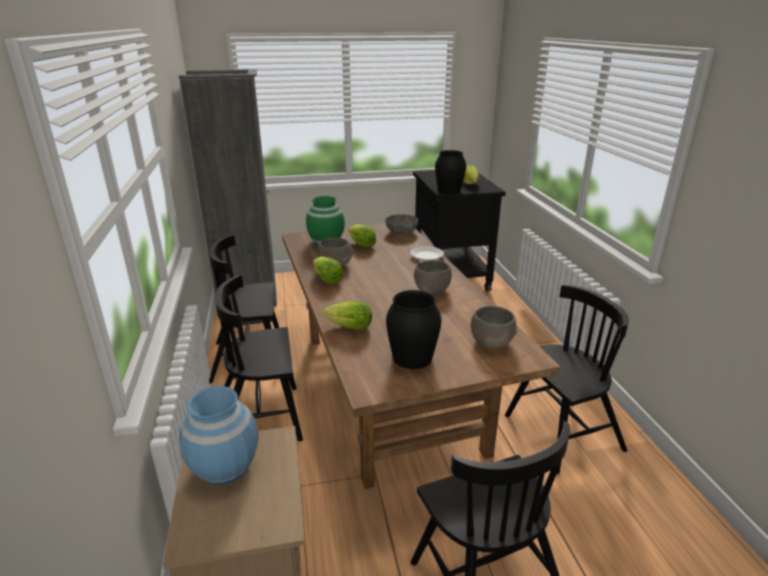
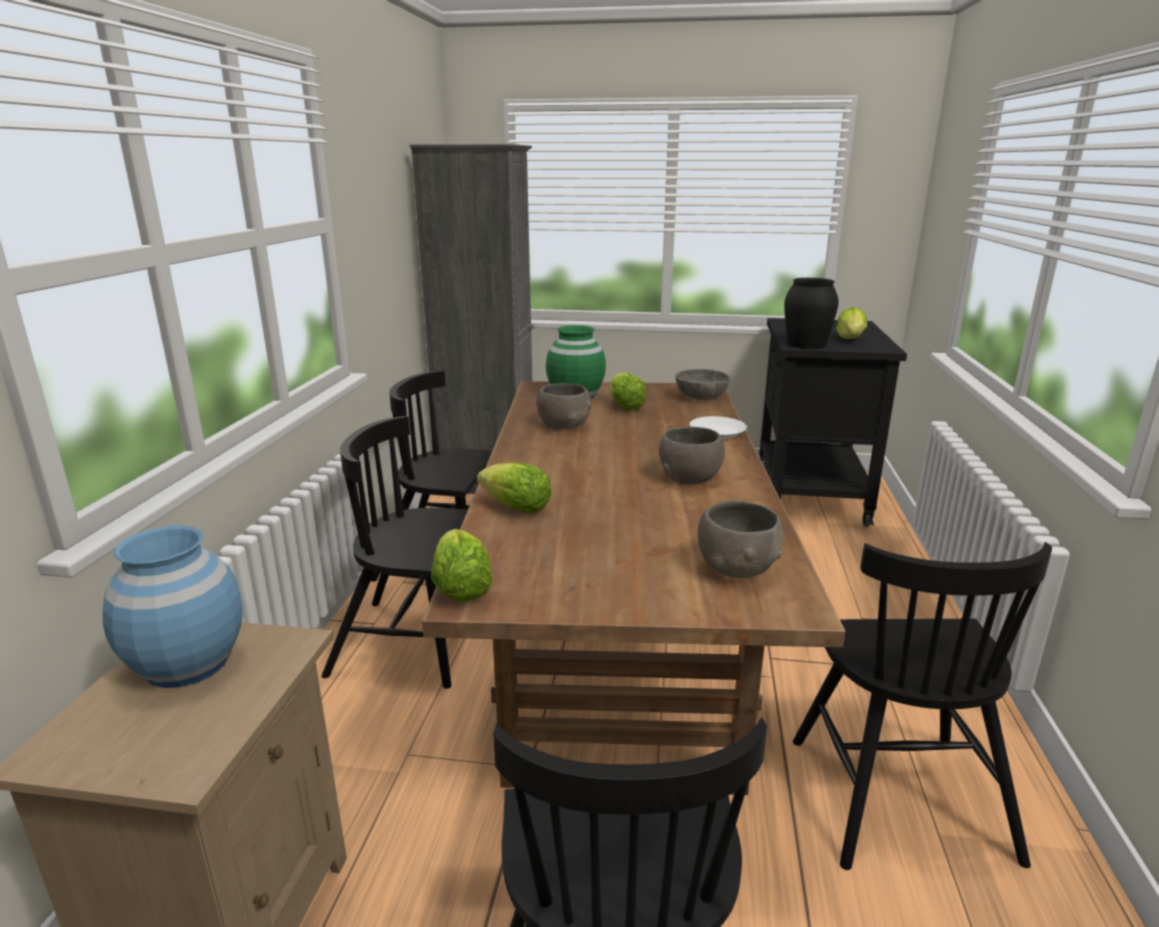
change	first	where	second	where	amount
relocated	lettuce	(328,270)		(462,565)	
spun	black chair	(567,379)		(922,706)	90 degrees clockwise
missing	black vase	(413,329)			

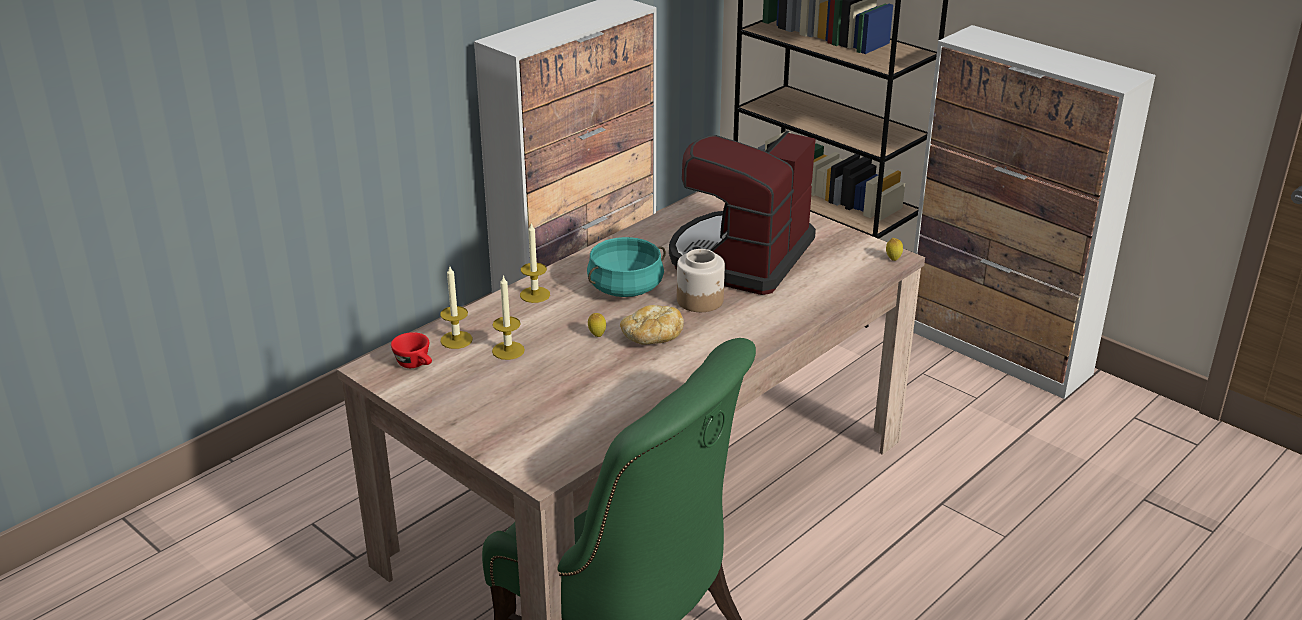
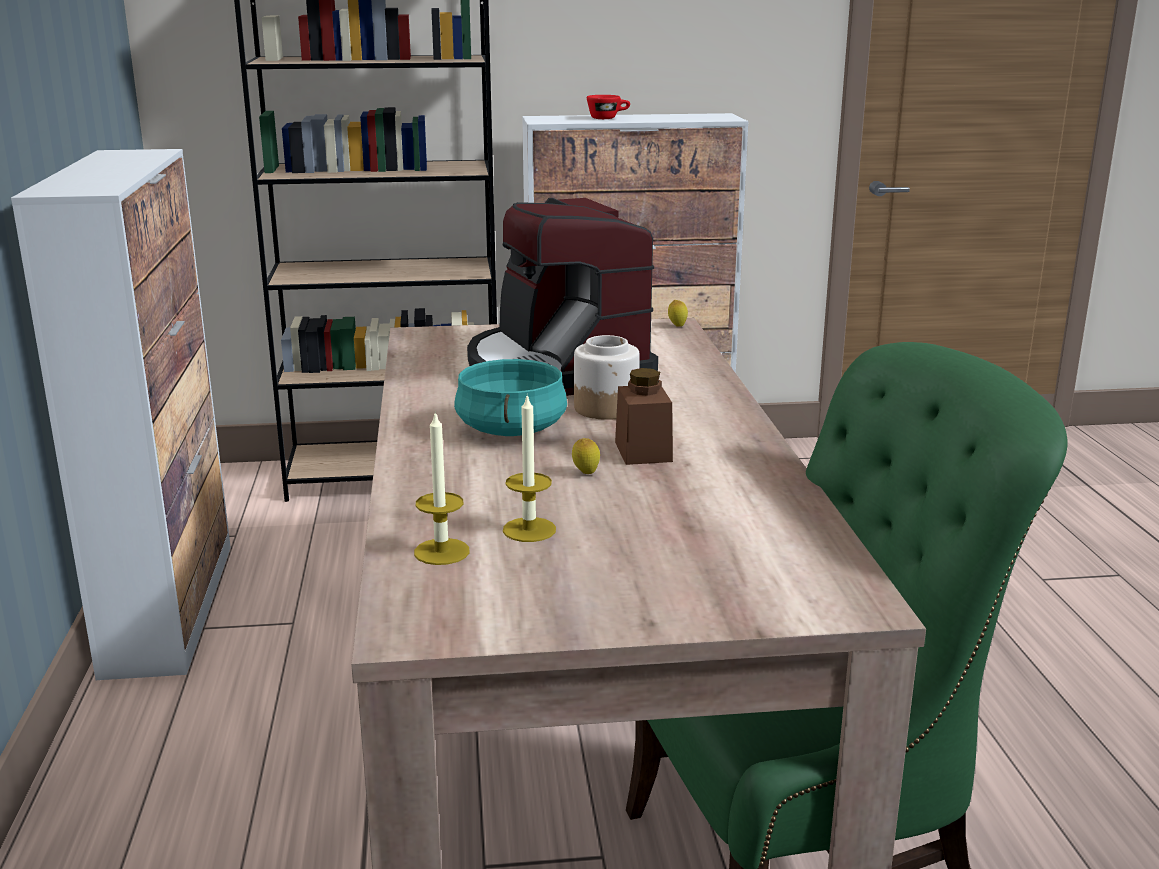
change	first	where	second	where	amount
relocated	red cup	(411,350)		(608,107)	
exchanged	bread	(652,325)	brown jar	(644,416)	
missing	candle	(535,263)			

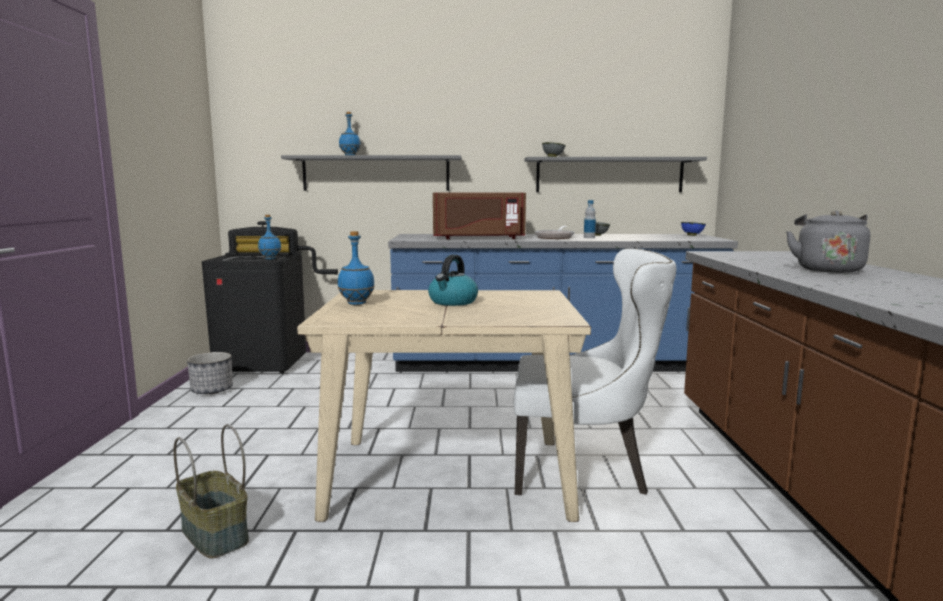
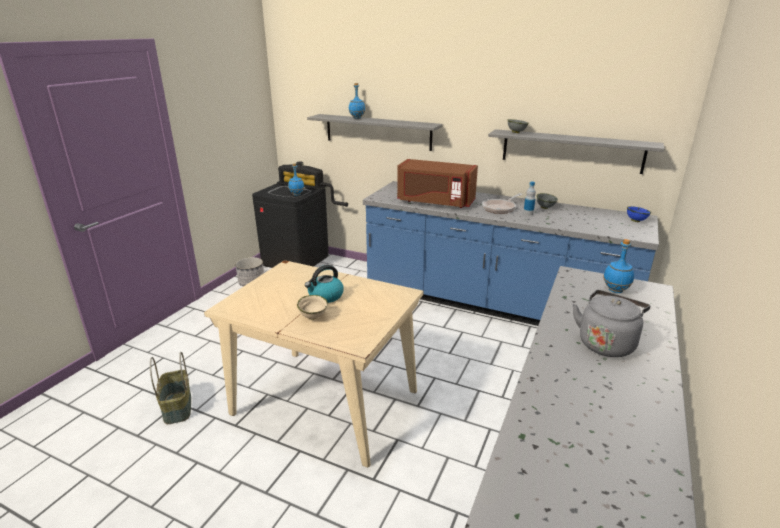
change	first	where	second	where	amount
appeared			beige bowl	(312,307)	
relocated	blue bottle	(356,268)		(618,266)	
missing	white chair	(595,371)			

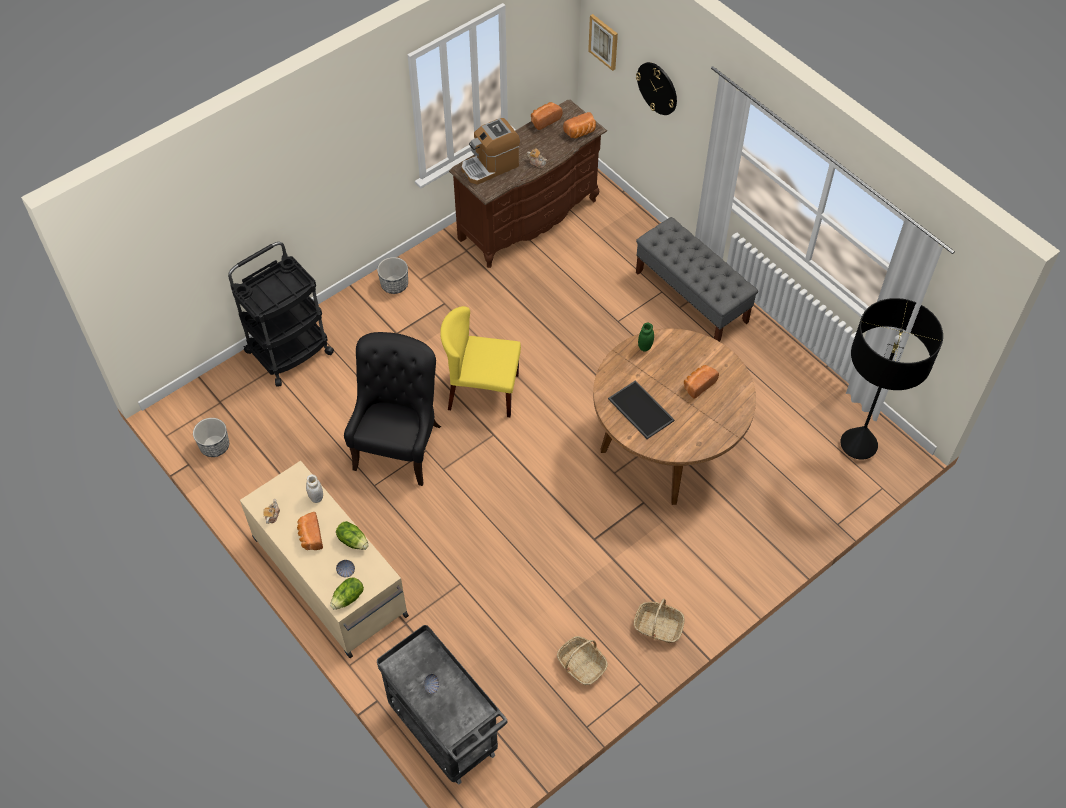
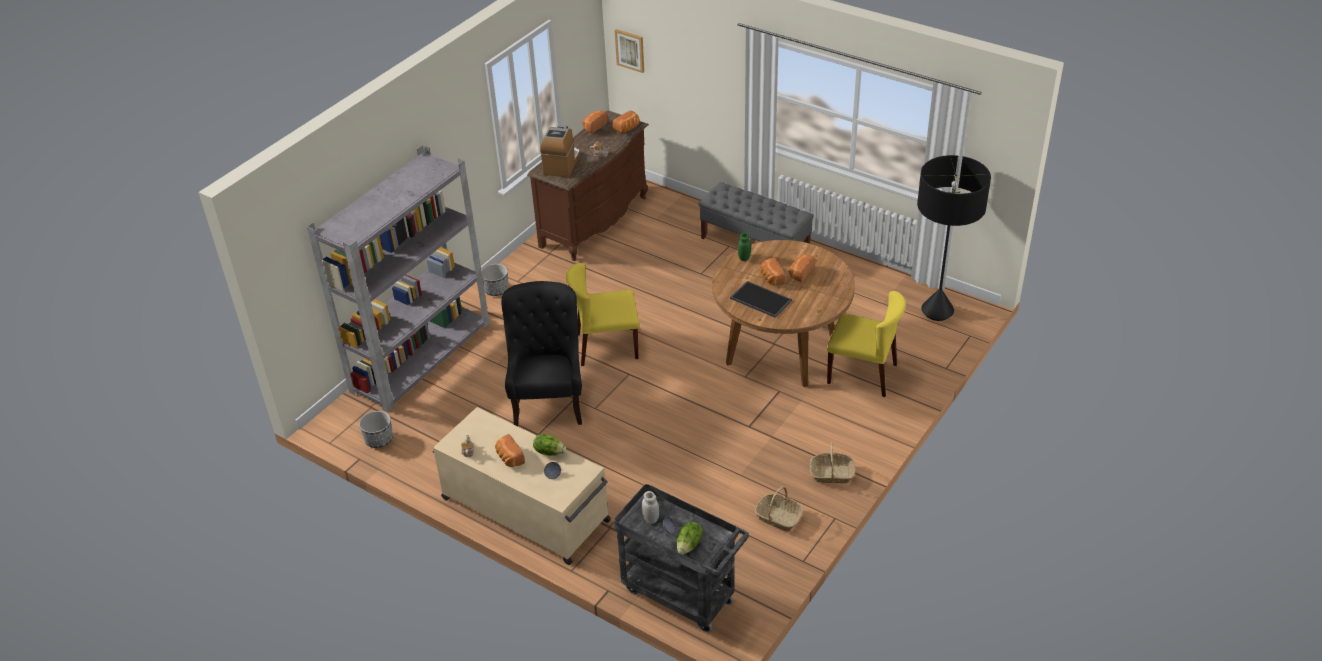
change	first	where	second	where	amount
exchanged	black cart	(281,314)	grey bookcase	(398,278)	
spun	coffee machine	(490,151)		(560,151)	150 degrees clockwise
relocated	white jar	(314,488)		(650,507)	
relocated	lettuce	(347,593)		(690,538)	
appeared			bread	(772,271)	
appeared			yellow chair	(866,344)	
missing	wall clock	(656,88)			

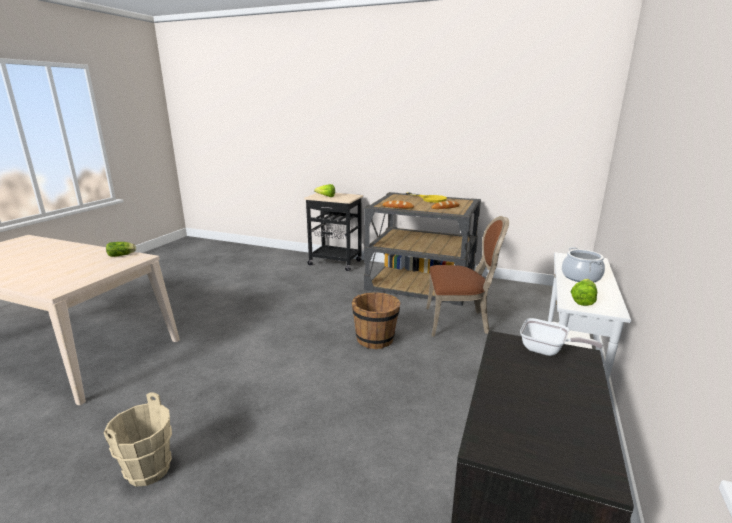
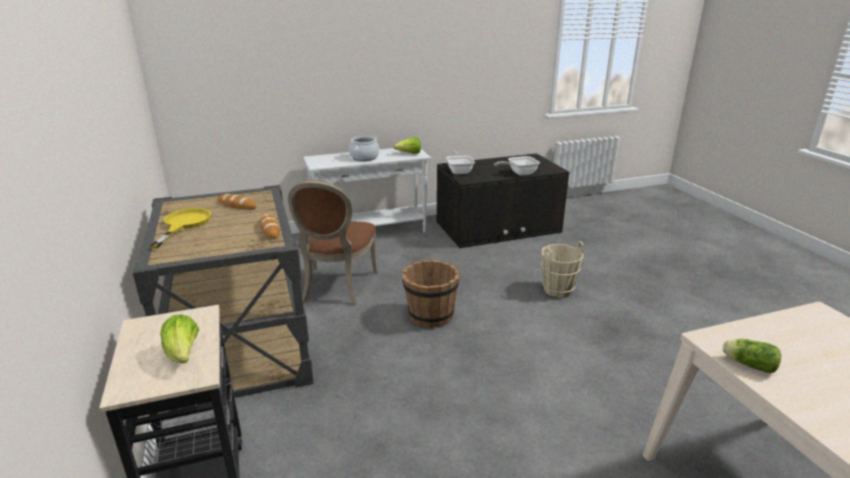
change	first	where	second	where	amount
spun	brown chair	(467,276)		(333,242)	135 degrees counterclockwise
appeared			frying pan	(517,166)	
relocated	beige bucket	(138,439)		(562,269)	

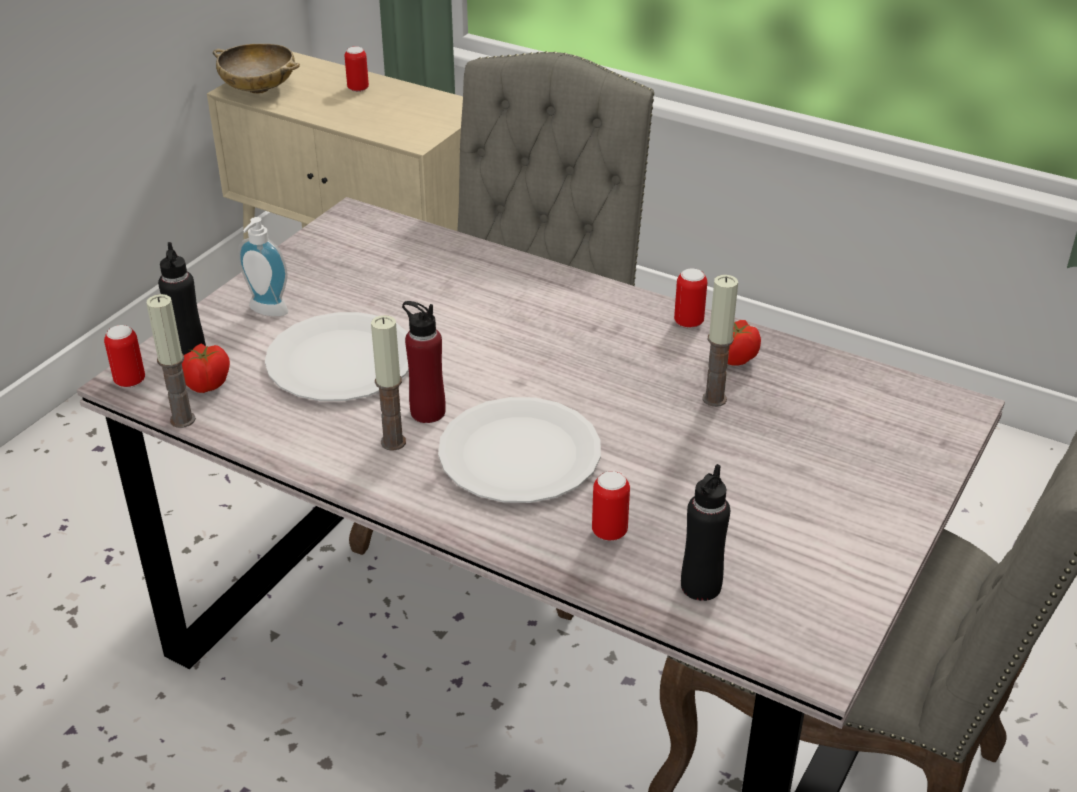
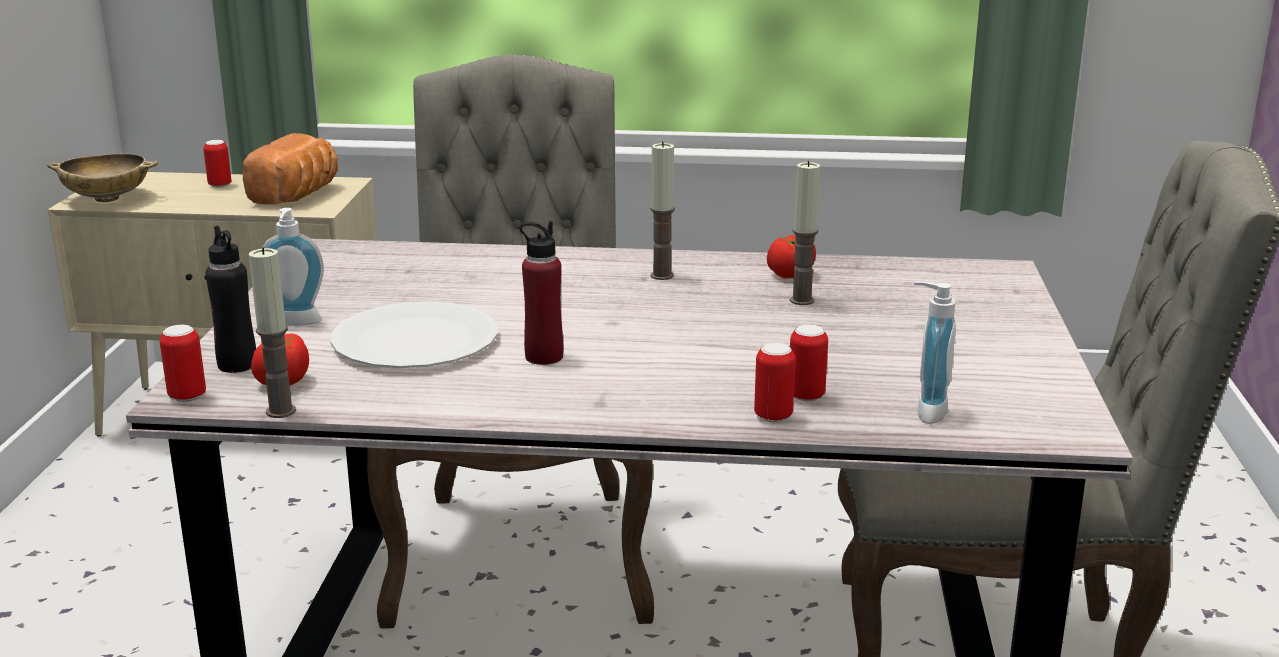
change	first	where	second	where	amount
appeared			bread	(290,168)	
relocated	candle	(388,383)		(662,210)	
relocated	can	(690,298)		(775,382)	
exchanged	black bottle	(705,532)	soap dispenser	(935,353)	
missing	white plate	(519,450)			

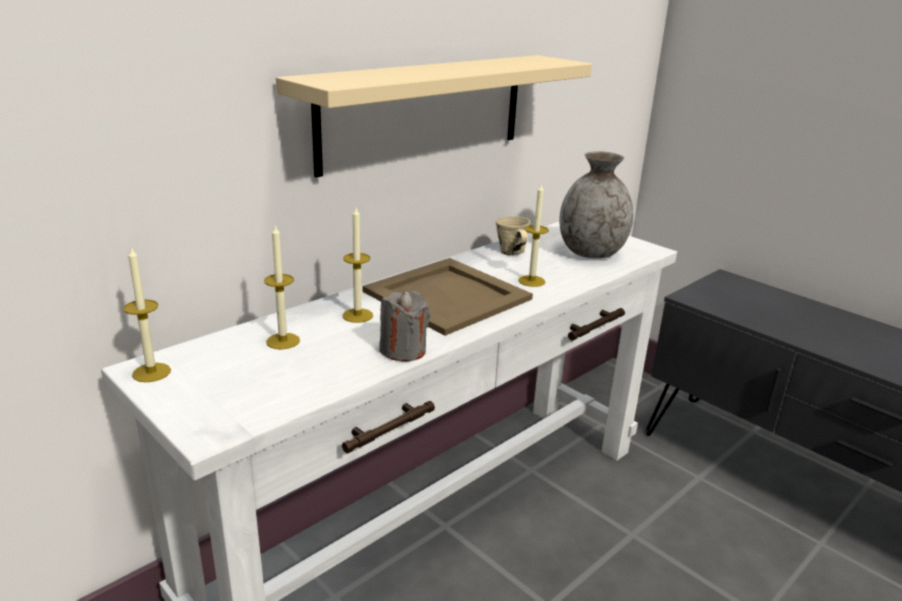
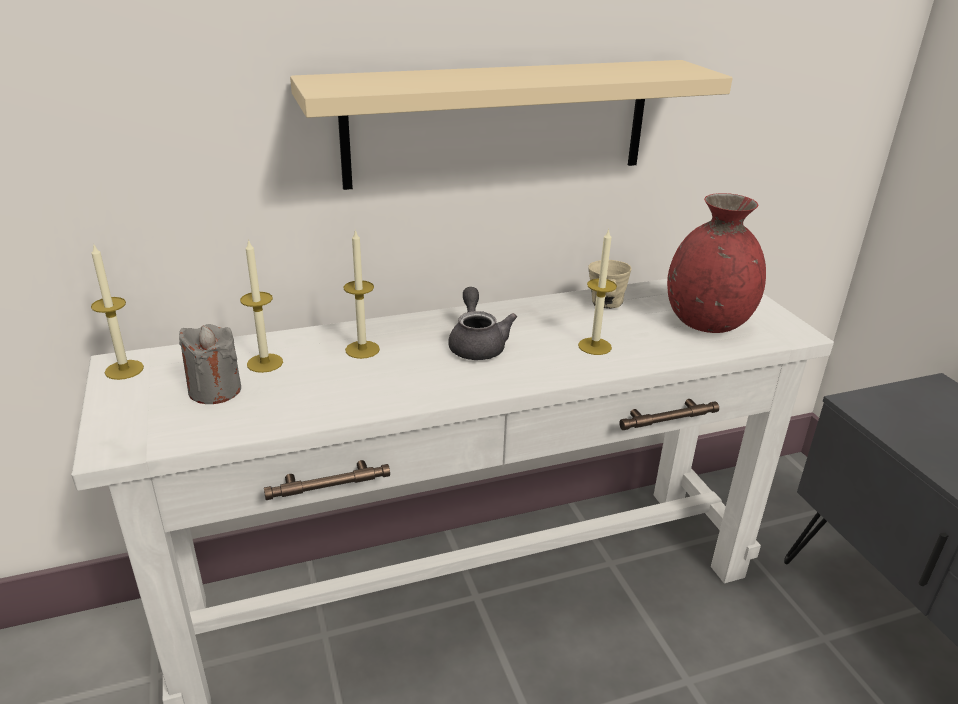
change	first	where	second	where	amount
relocated	grey candle	(404,326)		(210,364)	
exchanged	beige tray	(447,297)	grey teapot	(482,323)	
colour	grey vase	(596,205)	red vase	(716,263)	

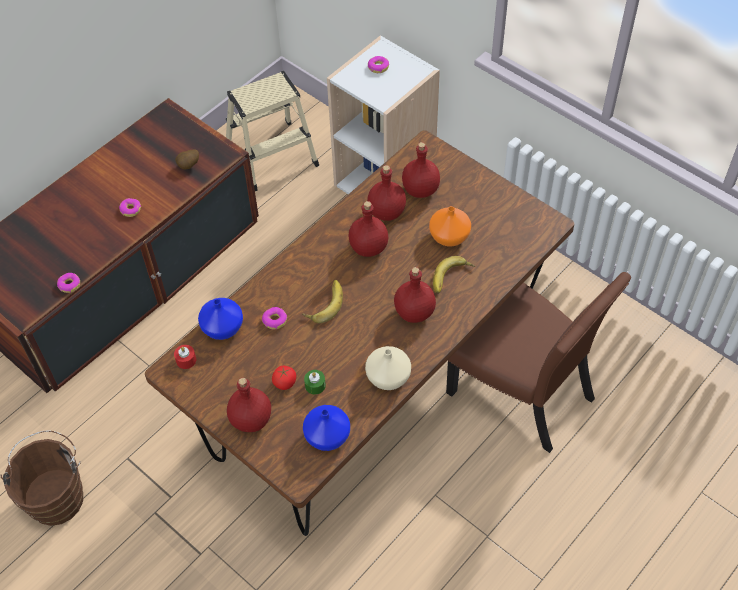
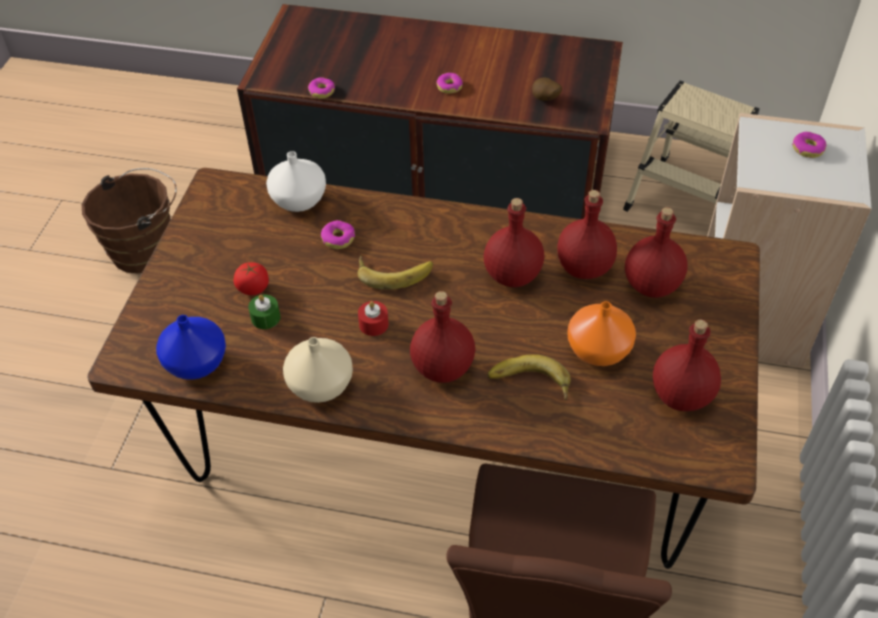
change	first	where	second	where	amount
colour	blue vase	(220,319)	white vase	(296,181)	
relocated	red candle	(185,357)		(373,318)	
relocated	red bottle	(249,405)		(687,365)	

